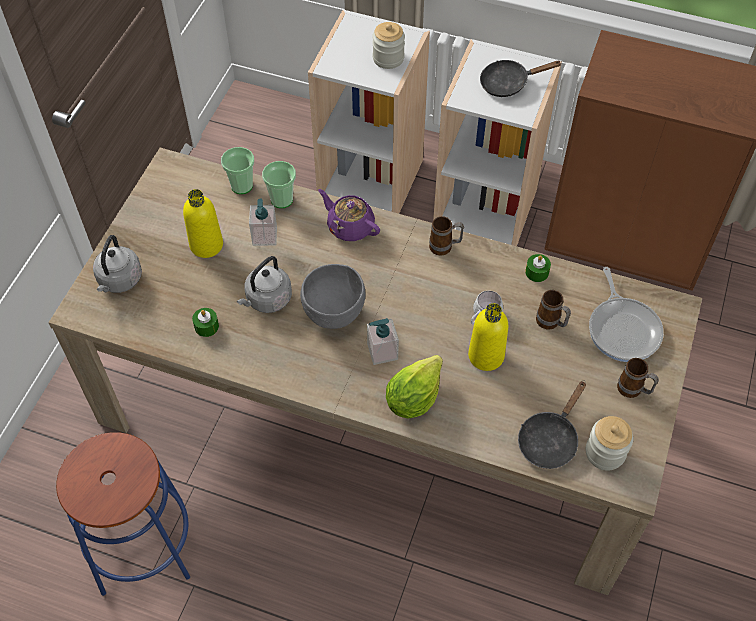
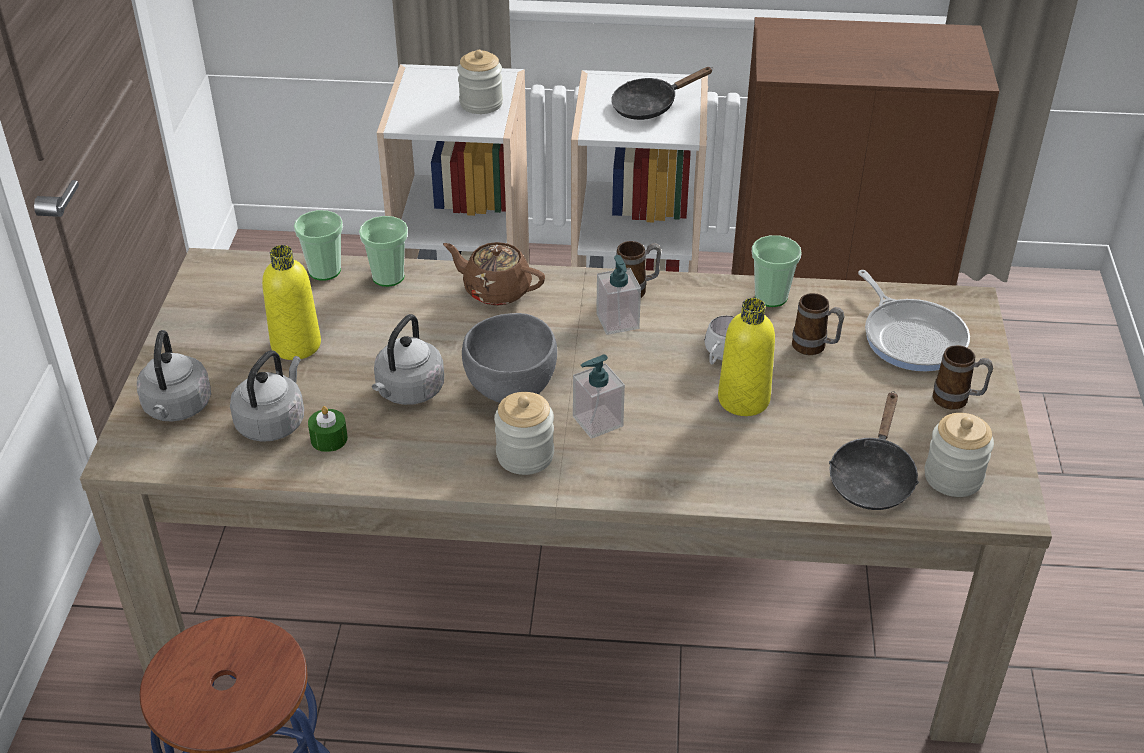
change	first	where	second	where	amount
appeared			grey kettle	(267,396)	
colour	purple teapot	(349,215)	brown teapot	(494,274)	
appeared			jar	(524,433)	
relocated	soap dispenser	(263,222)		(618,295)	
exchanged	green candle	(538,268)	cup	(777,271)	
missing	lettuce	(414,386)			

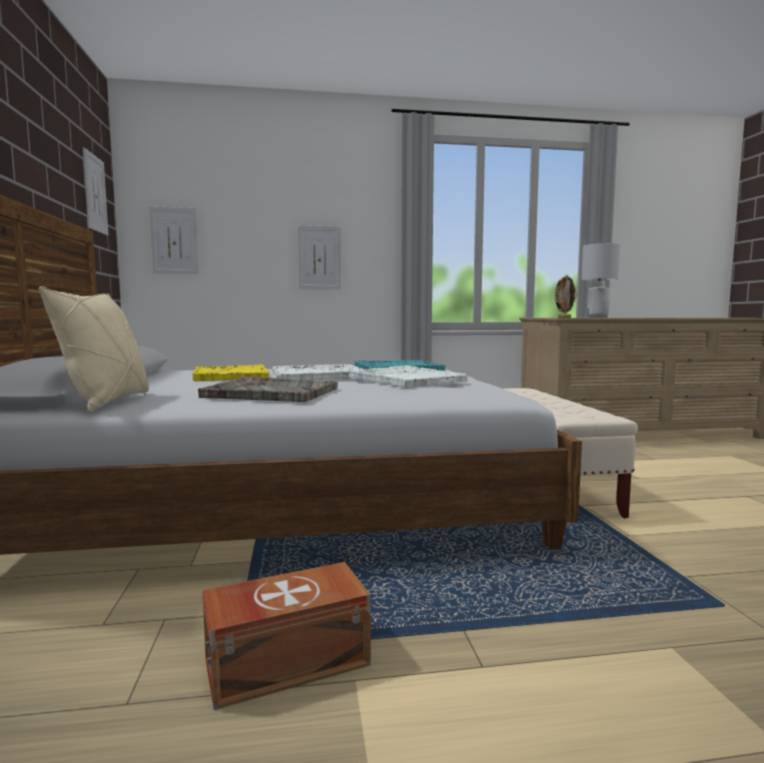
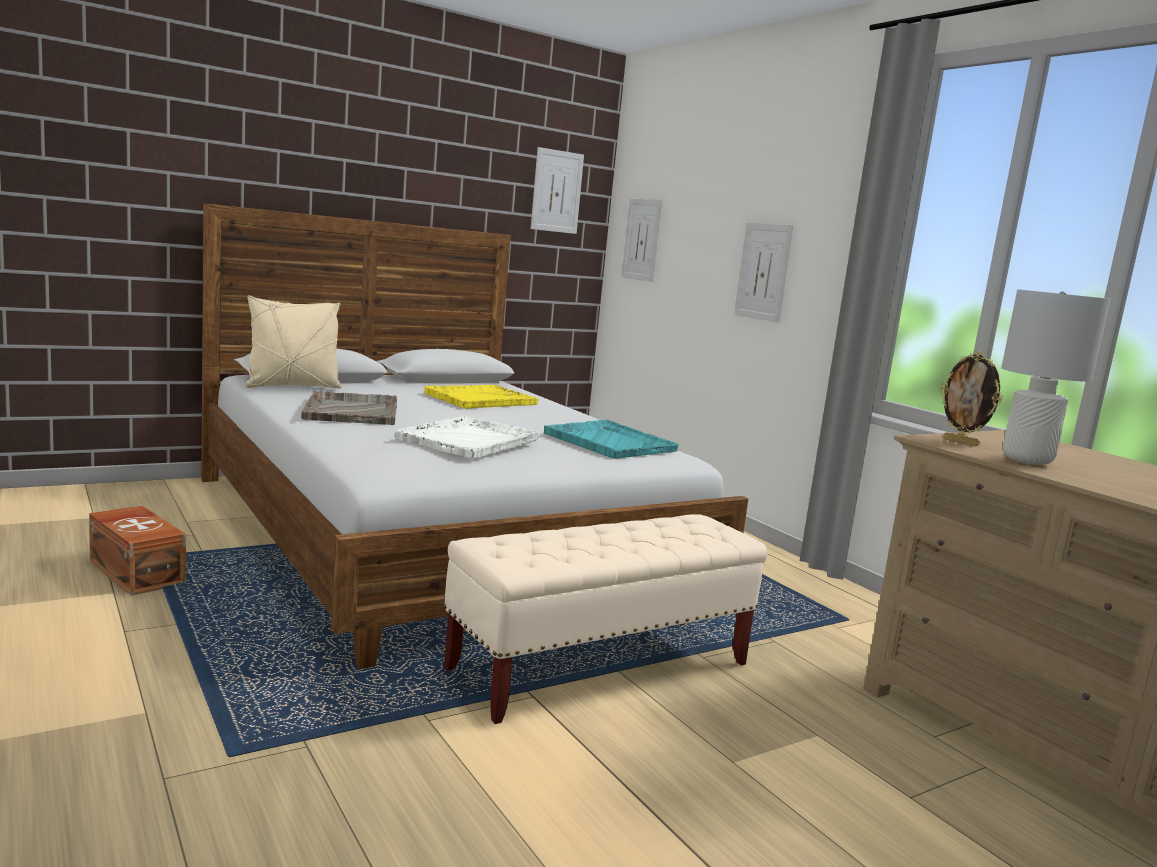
change	first	where	second	where	amount
missing	white tray	(317,372)			

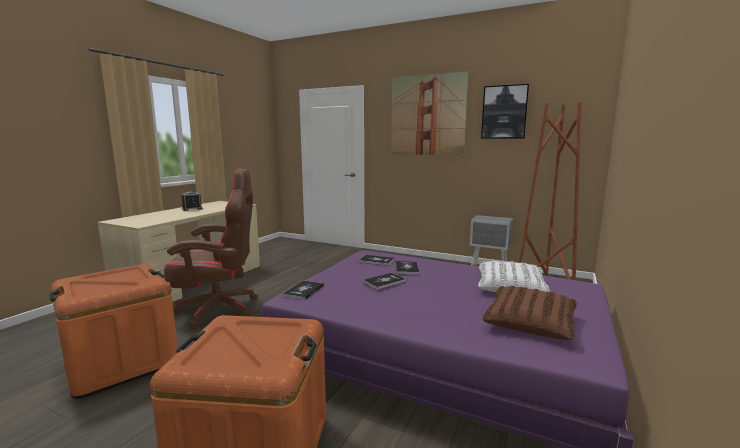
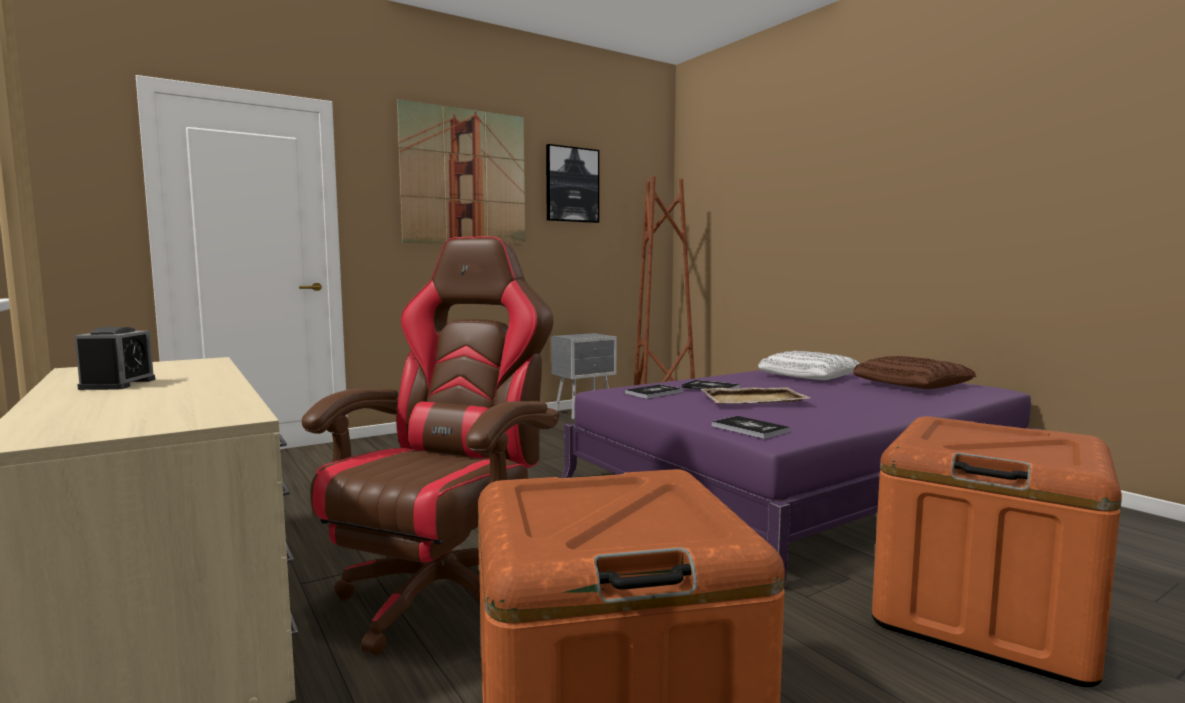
change	first	where	second	where	amount
exchanged	book	(384,281)	beige tray	(756,395)	

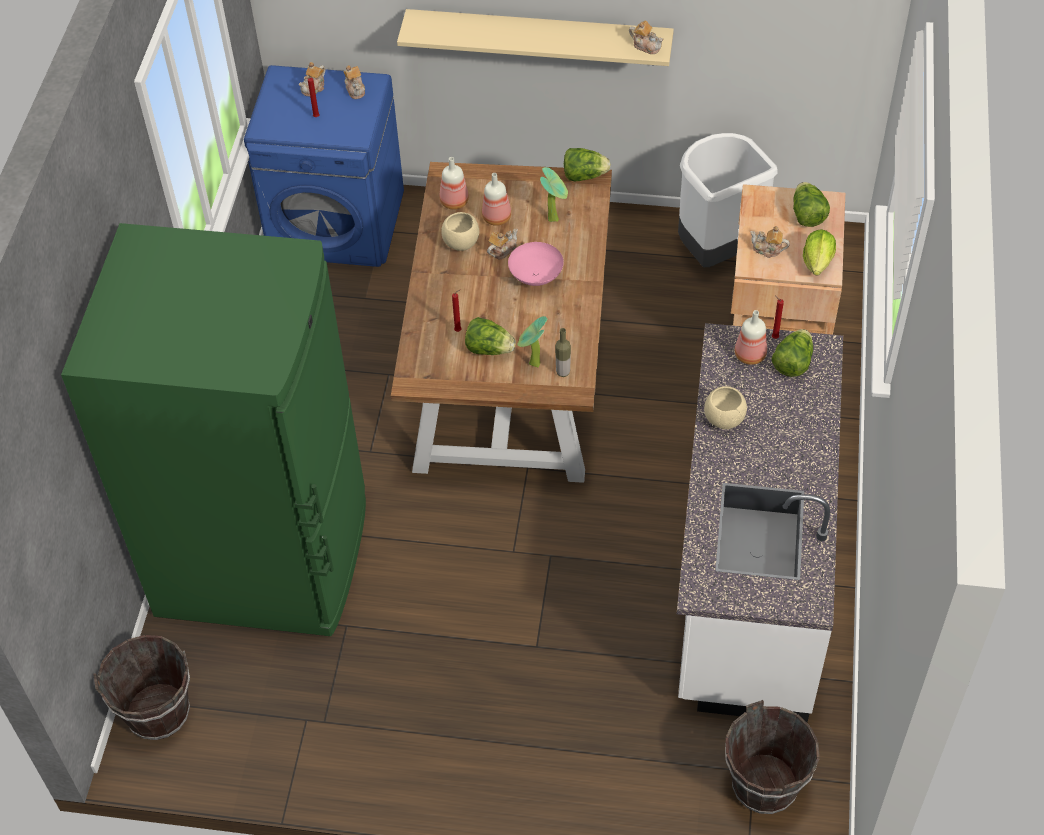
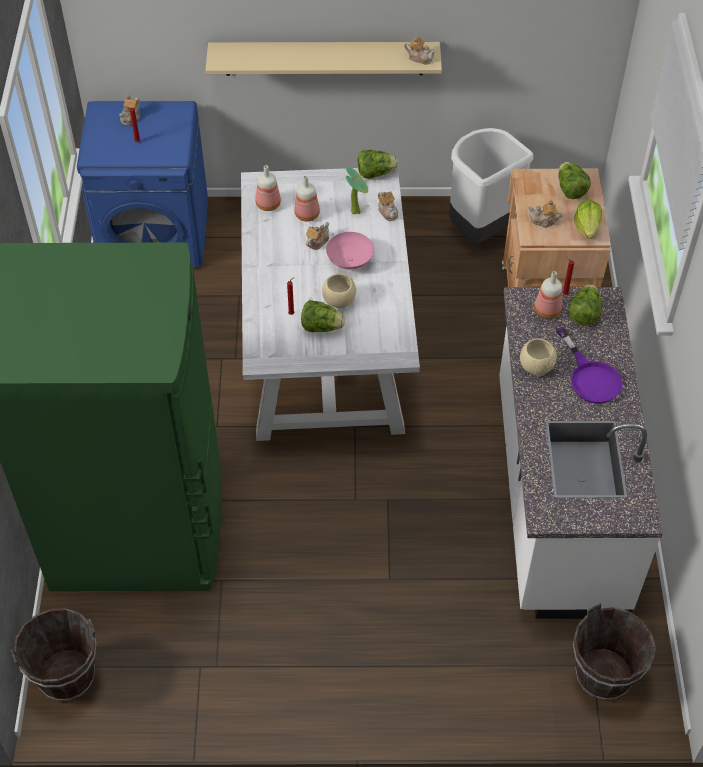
change	first	where	second	where	amount
colour	brown dining table	(501,322)	white dining table	(330,303)	
relocated	beige bowl	(460,231)		(339,291)	
relocated	teapot	(354,82)		(388,206)	
appeared			purple frying pan	(589,365)	
missing	potted plant	(532,341)			
missing	bottle	(563,352)			

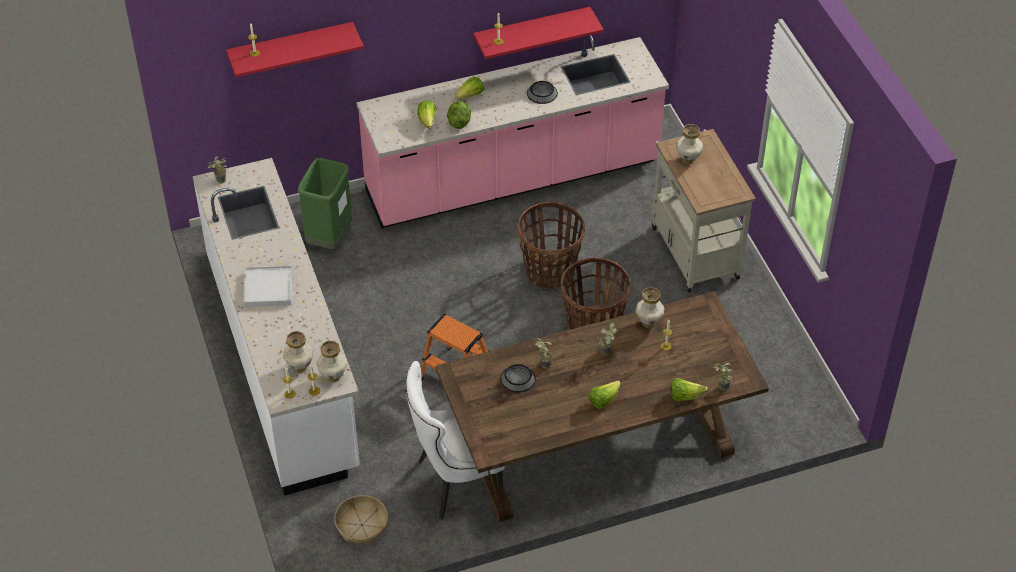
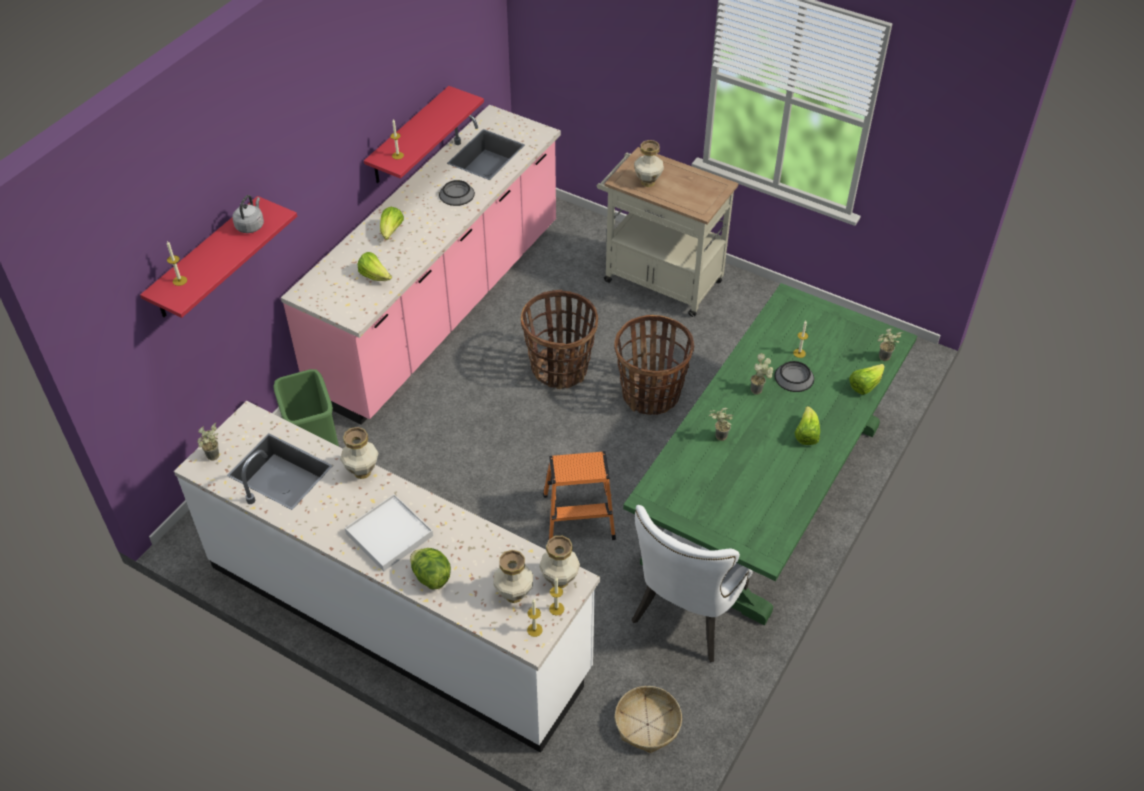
change	first	where	second	where	amount
appeared			grey kettle	(248,214)	
relocated	vase	(650,307)		(359,453)	
relocated	lettuce	(459,115)		(430,568)	
colour	brown dining table	(602,406)	green dining table	(770,454)	
relocated	bowl	(518,378)		(794,376)	

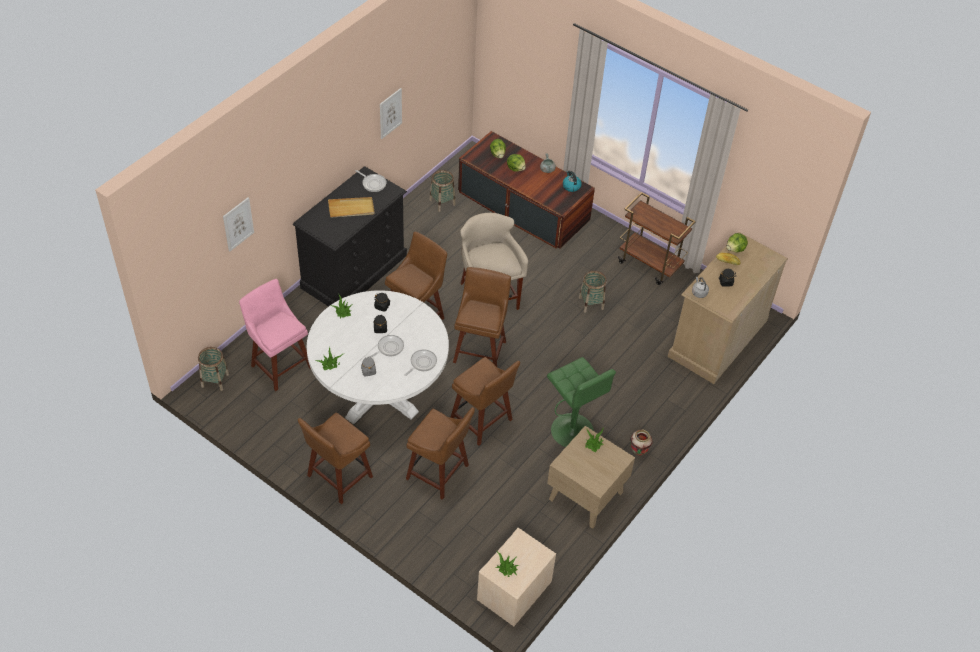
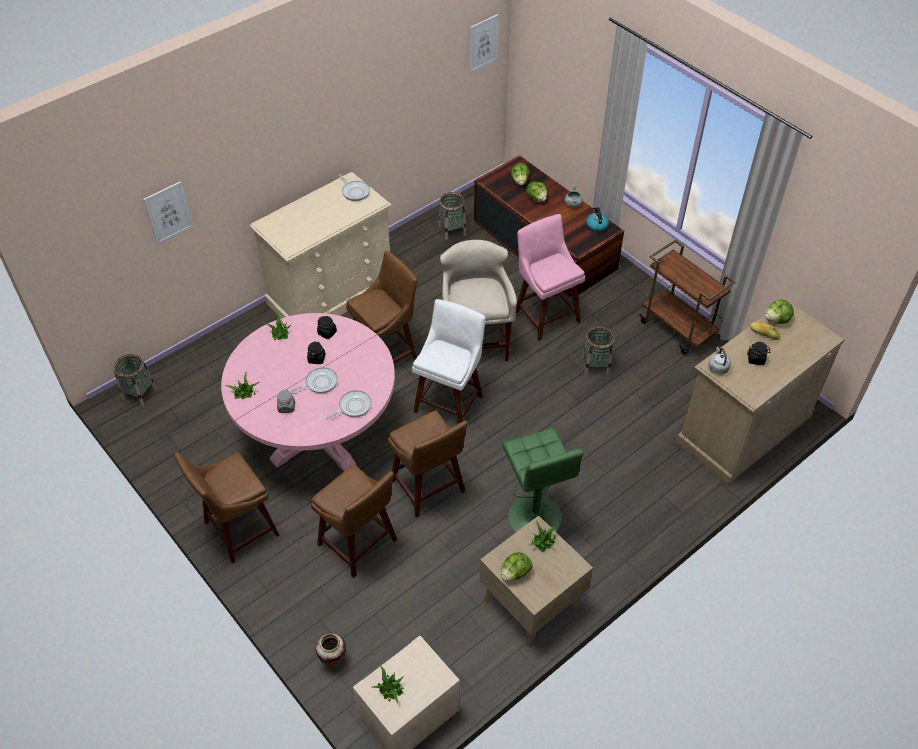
change	first	where	second	where	amount
colour	white dining table	(378,357)	pink dining table	(308,392)	
colour	black dresser	(350,237)	beige dresser	(321,245)	
relocated	vase	(641,442)		(331,650)	
colour	brown chair	(482,317)	white chair	(449,361)	
relocated	picture	(391,113)		(484,43)	
appeared			lettuce	(517,567)	
relocated	pink chair	(275,335)		(550,277)	
missing	beige tray	(351,207)			

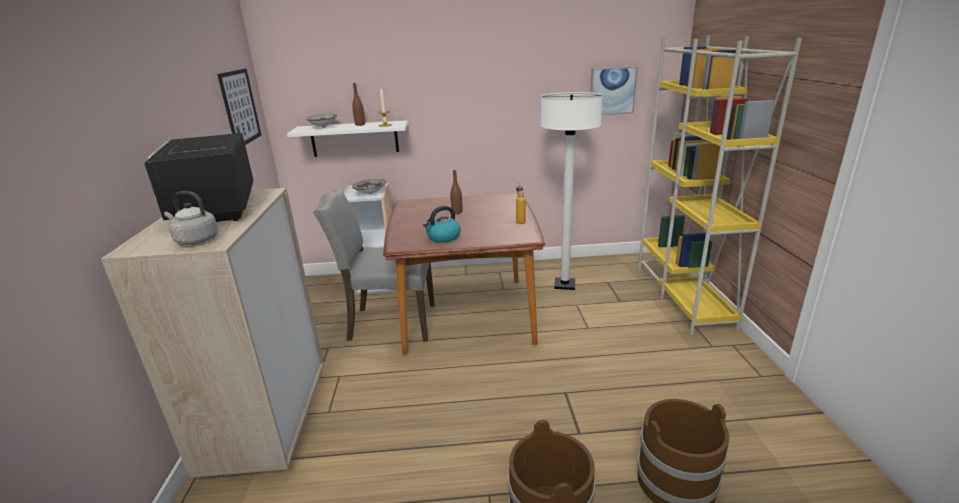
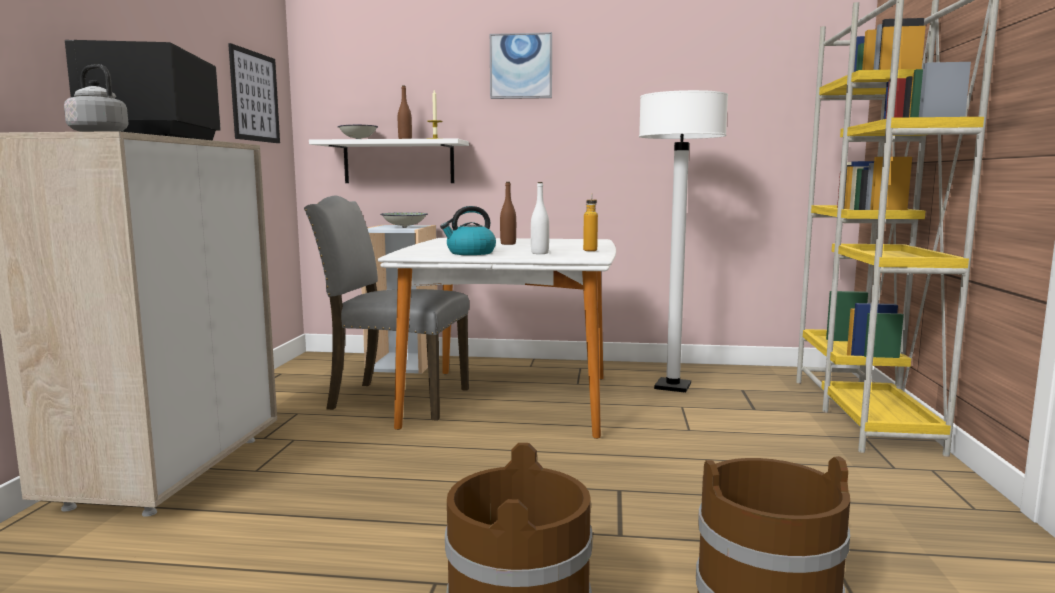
change	first	where	second	where	amount
colour	brown dining table	(464,274)	white dining table	(497,338)	
relocated	picture	(614,90)		(521,65)	
appeared			white bottle	(540,218)	

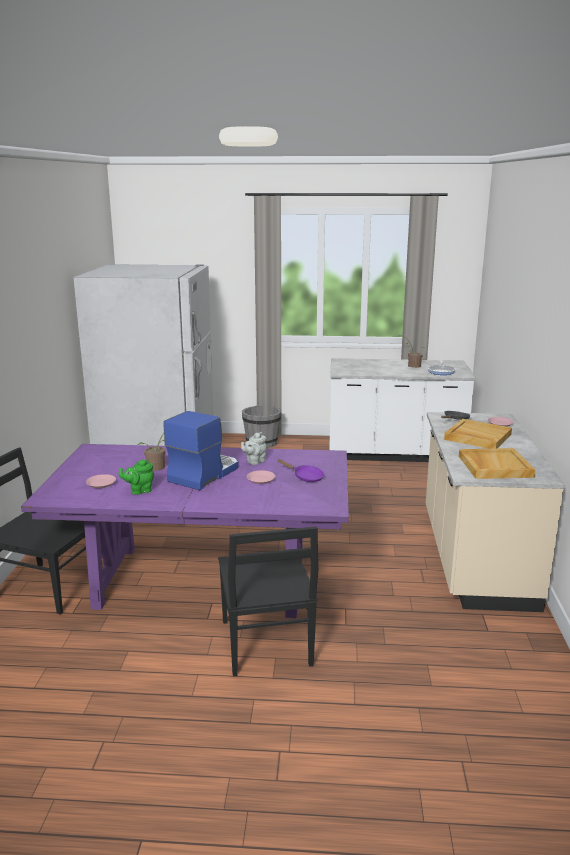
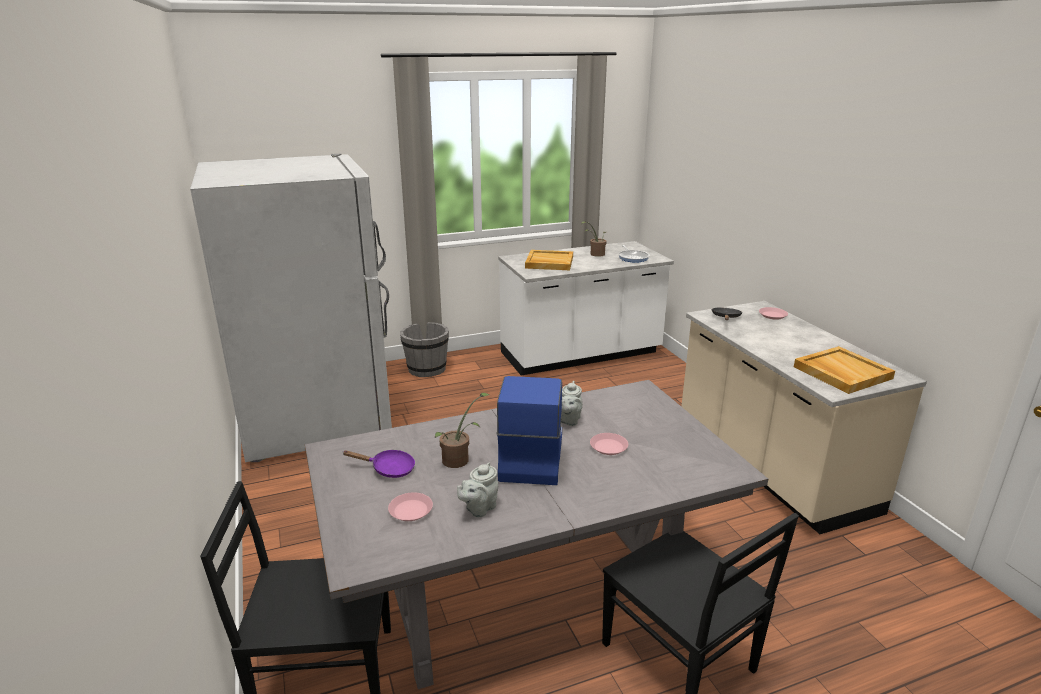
change	first	where	second	where	amount
colour	purple dining table	(185,531)	grey dining table	(536,534)	
relocated	purple frying pan	(301,470)		(378,464)	
colour	green teapot	(136,477)	grey teapot	(477,490)	
relocated	beige tray	(478,434)		(549,260)	

